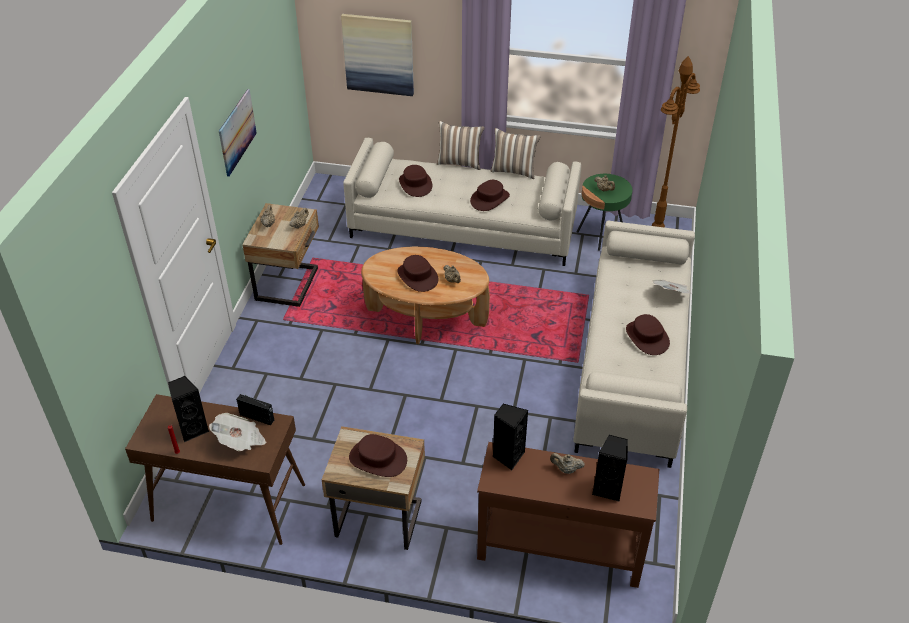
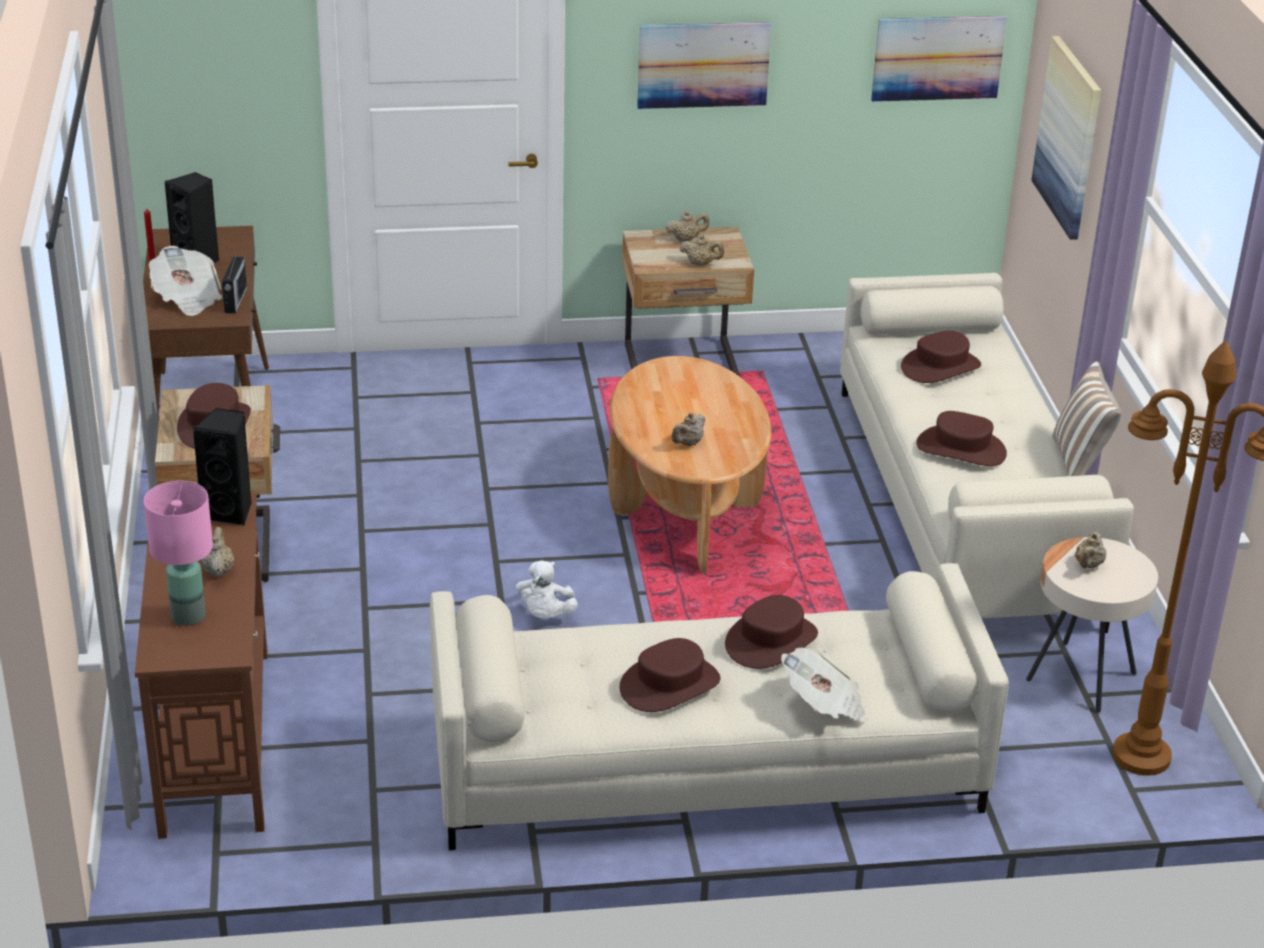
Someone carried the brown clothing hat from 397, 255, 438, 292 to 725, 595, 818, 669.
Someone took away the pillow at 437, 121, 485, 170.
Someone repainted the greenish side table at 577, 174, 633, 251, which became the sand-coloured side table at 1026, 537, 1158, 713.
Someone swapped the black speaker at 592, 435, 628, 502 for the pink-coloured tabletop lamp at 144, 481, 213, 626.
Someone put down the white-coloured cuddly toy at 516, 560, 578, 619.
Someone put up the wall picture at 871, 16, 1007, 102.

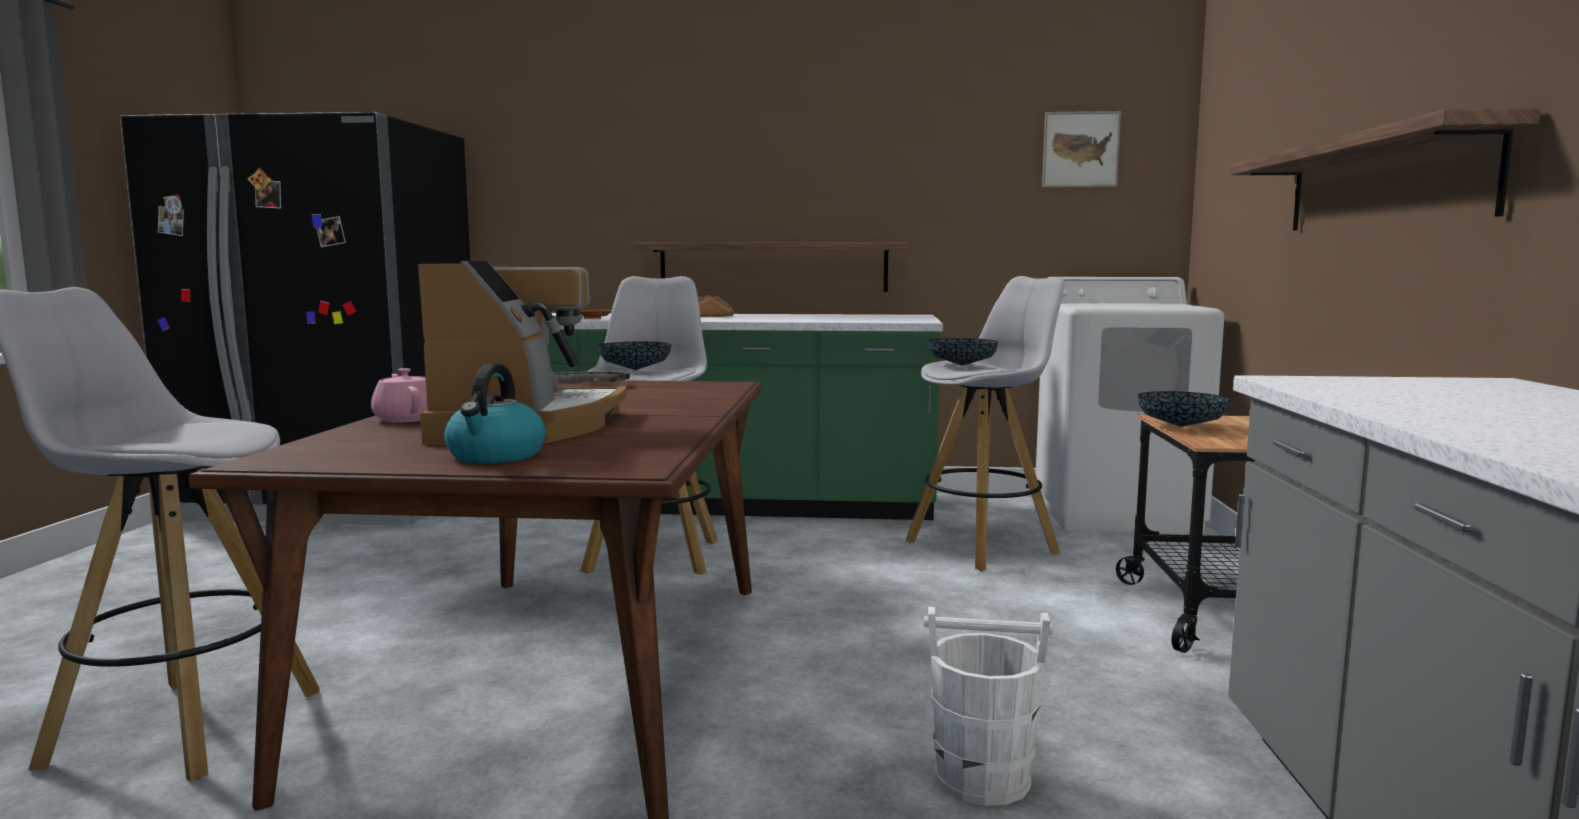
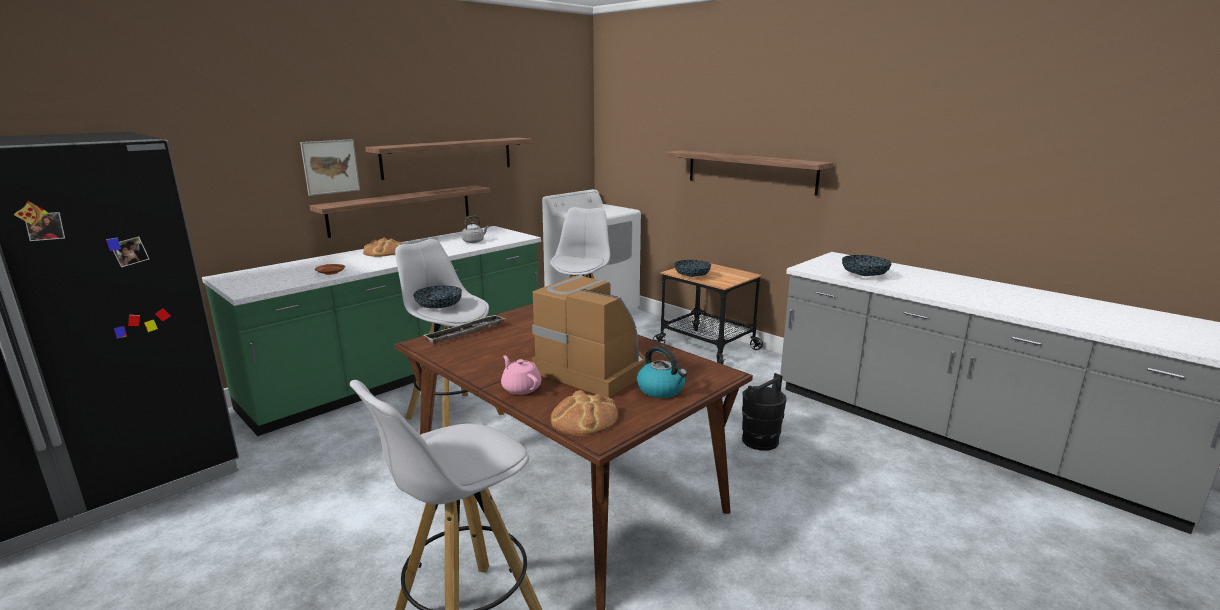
Someone rotated the pink-coloured tea pot at 371, 368, 428, 422 by 45 degrees clockwise.
Someone repainted the white-coloured bucket at 924, 606, 1053, 806, which became the black bucket at 742, 373, 787, 451.
Someone carried the bowl from 928, 338, 998, 366 to 842, 255, 891, 276.
Someone carried the wall picture from 1042, 111, 1121, 187 to 300, 139, 360, 196.
Someone put up the bracket shelf at 365, 137, 532, 180.
Someone put down the gray tea kettle at 462, 216, 489, 243.
Someone put down the baked bread at 551, 390, 618, 436.

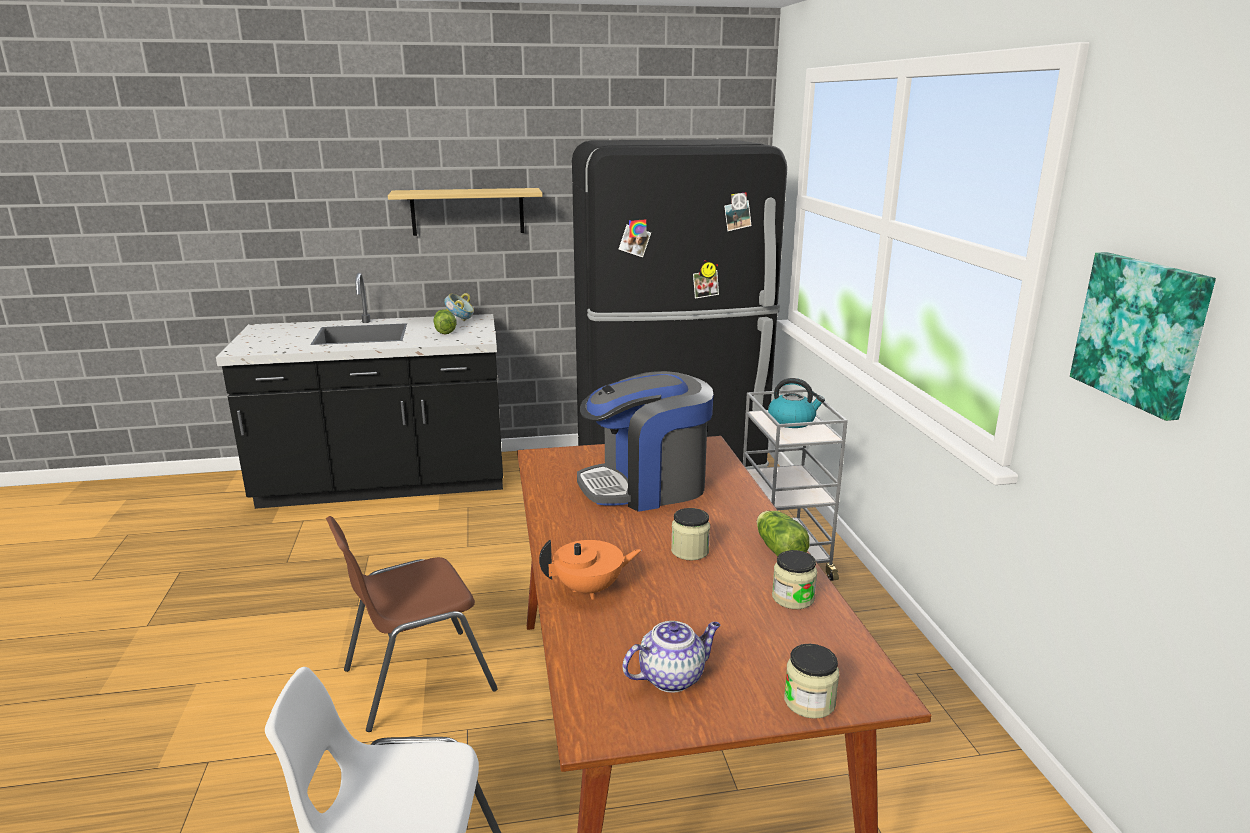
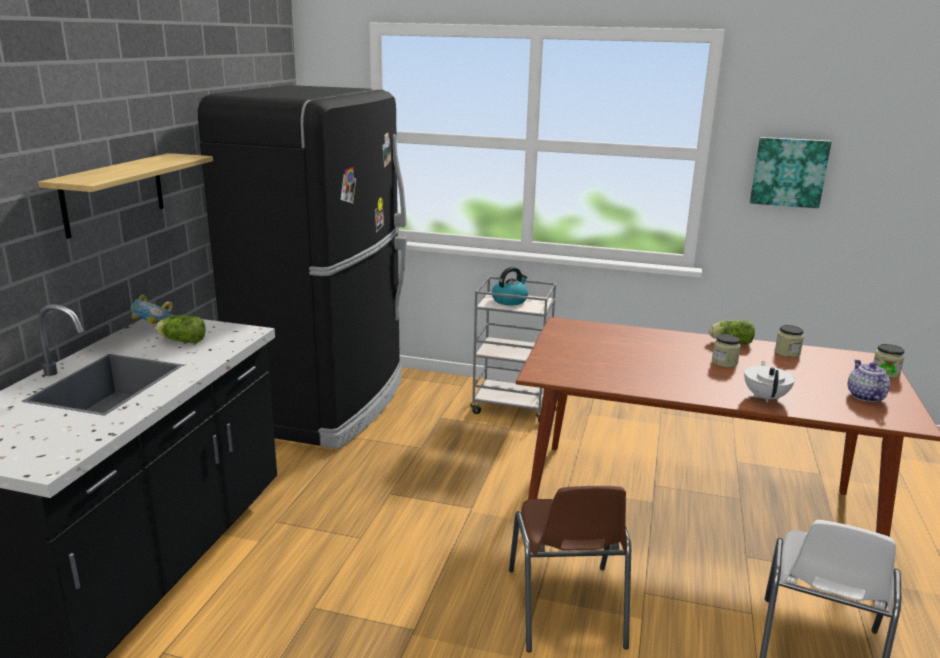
Someone repainted the orange-coloured tea pot at 539, 540, 641, 600, which became the white-coloured tea pot at 744, 361, 795, 403.
Someone took away the coffee brewer at 577, 371, 714, 512.

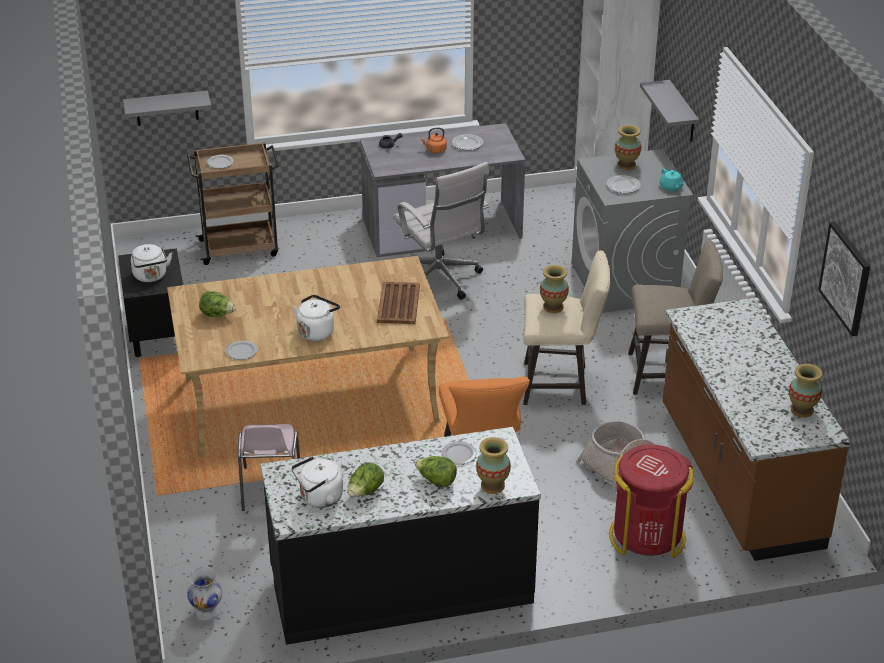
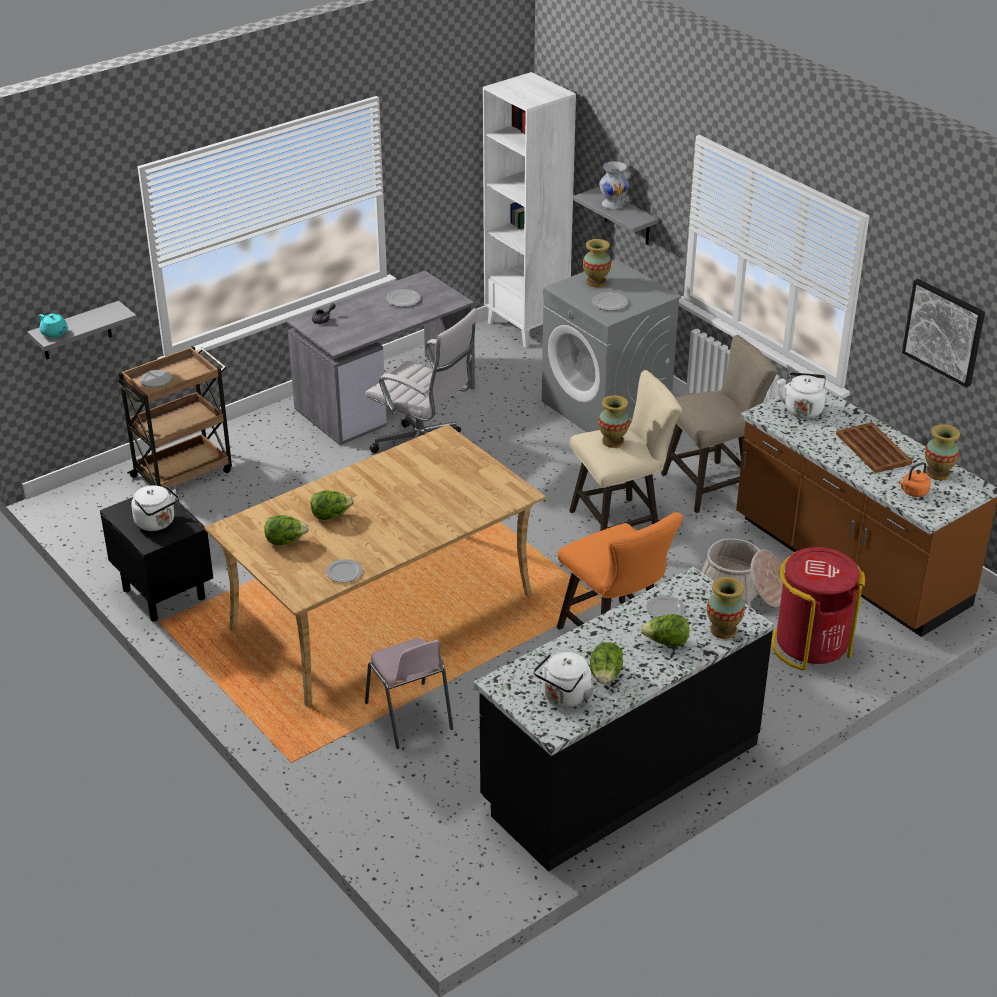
Someone carried the white-coloured decorative vase from 187, 567, 222, 621 to 599, 161, 629, 209.
Someone carried the white-coloured tea kettle from 293, 295, 340, 341 to 778, 372, 826, 419.
Someone carried the brown carrying tray from 377, 282, 420, 324 to 836, 422, 912, 473.
Someone carried the orange-coloured tea kettle from 420, 128, 447, 153 to 899, 462, 931, 497.
Someone carried the turquoise tea pot from 660, 169, 684, 191 to 39, 314, 68, 338.
Someone put down the head of lettuce at 310, 490, 354, 520.

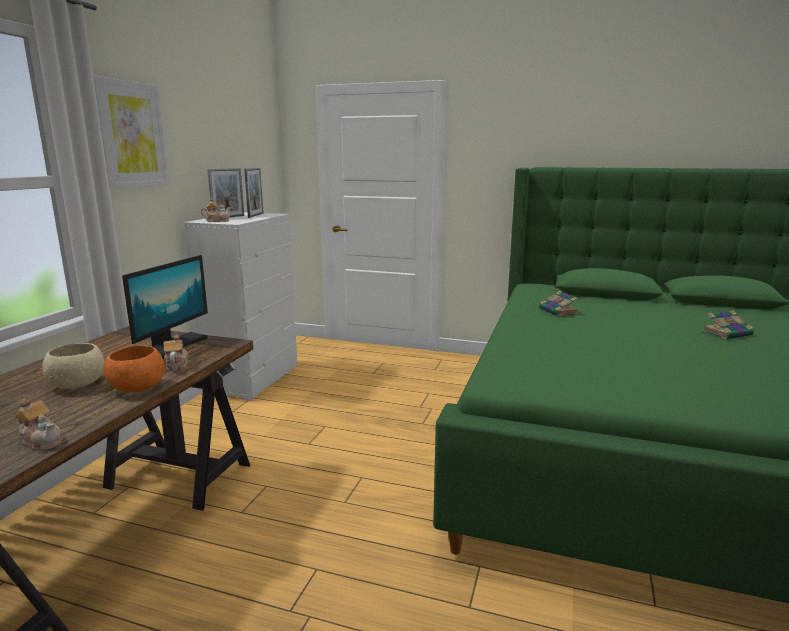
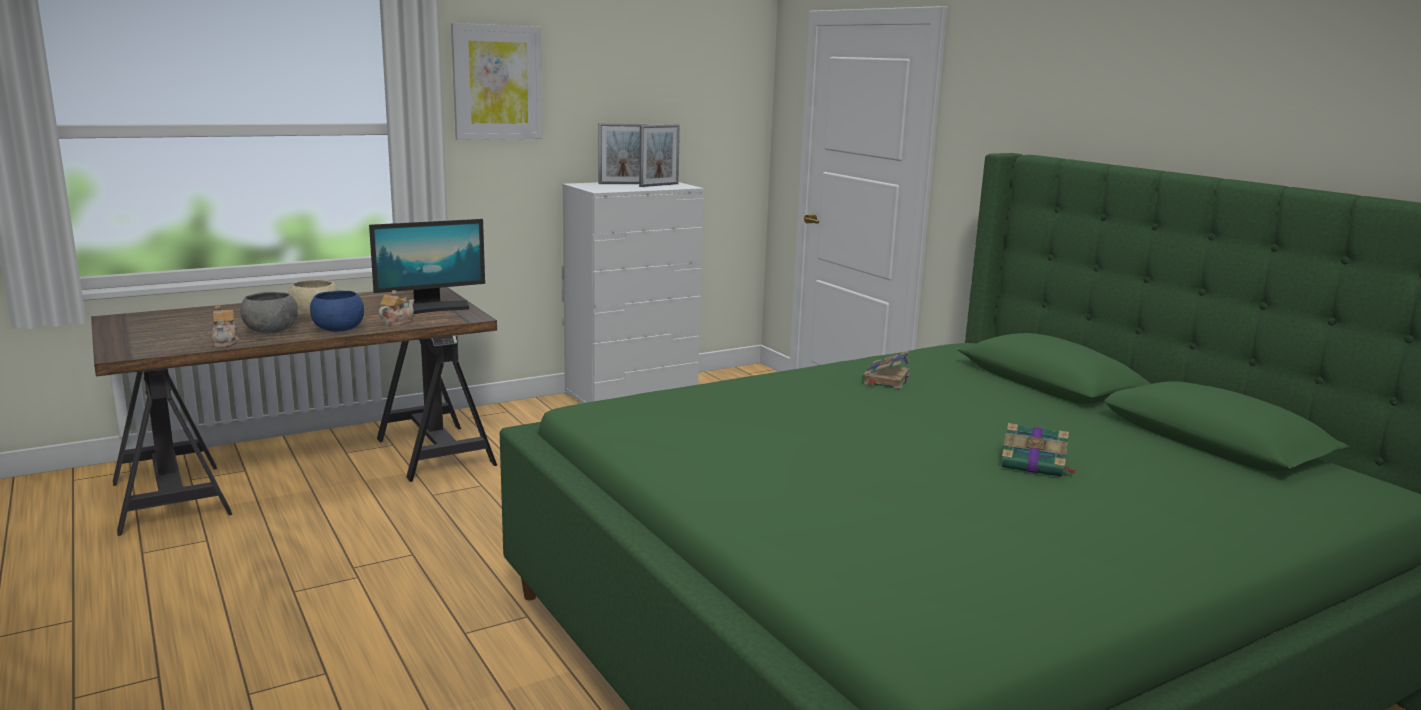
Someone repainted the orange-coloured bowl at 104, 345, 165, 392, which became the blue-coloured bowl at 310, 291, 364, 332.
Someone took away the tea pot at 201, 198, 231, 222.
Someone put down the gray bowl at 240, 292, 298, 333.

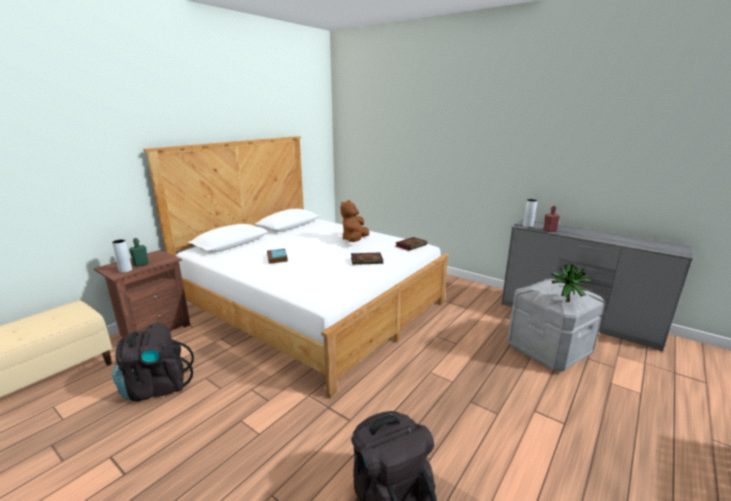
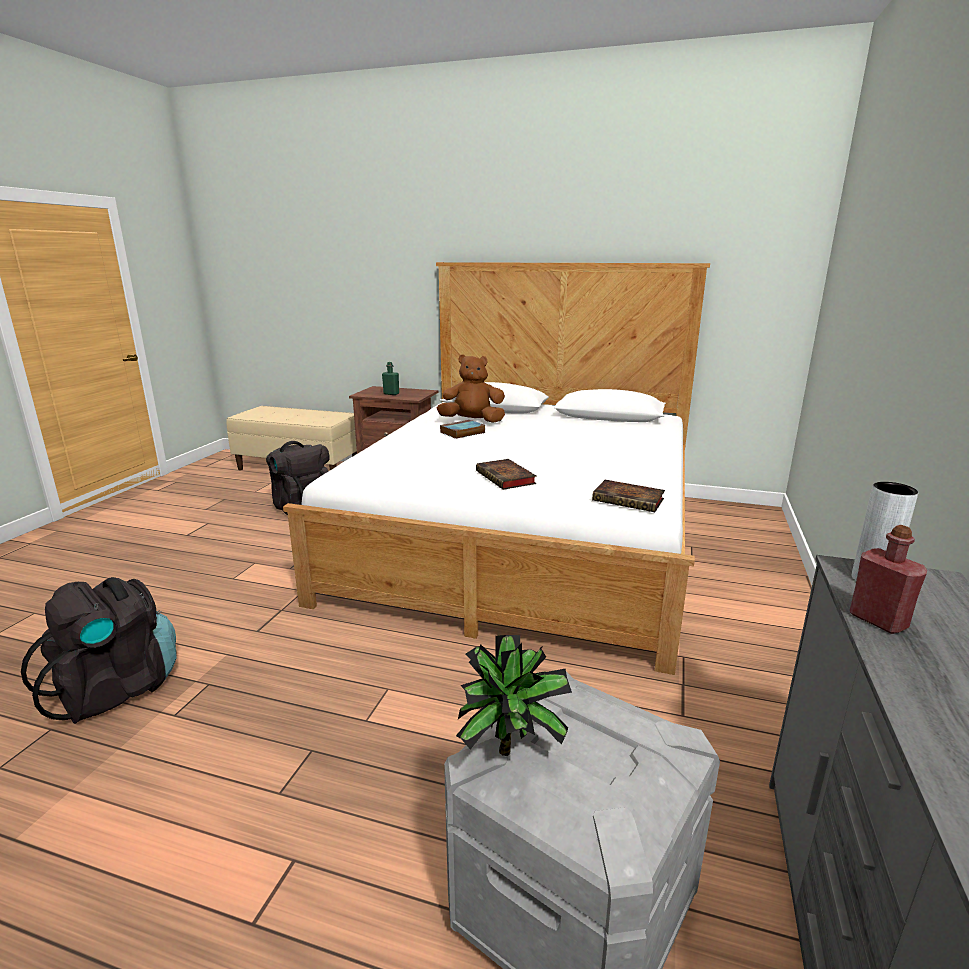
Someone took away the gray decorative vase at 112, 239, 132, 273.
Someone carried the brown cuddly toy from 340, 200, 369, 242 to 436, 354, 505, 423.

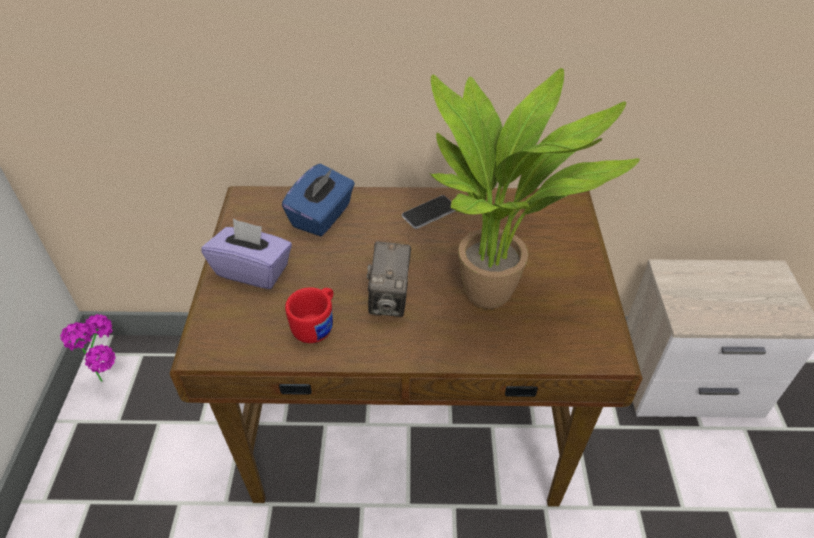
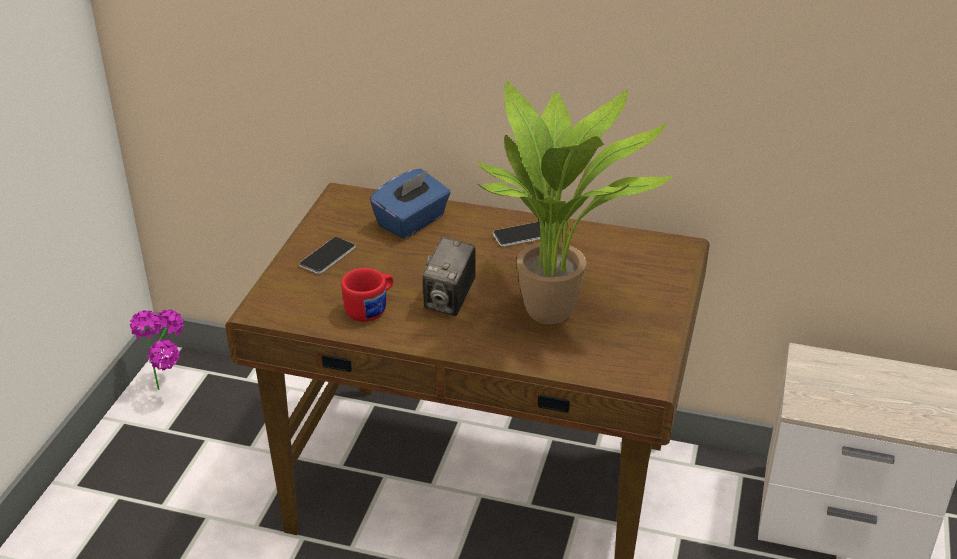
Someone swapped the purple-coloured tissue box at 201, 218, 292, 289 for the handset at 299, 237, 356, 274.

